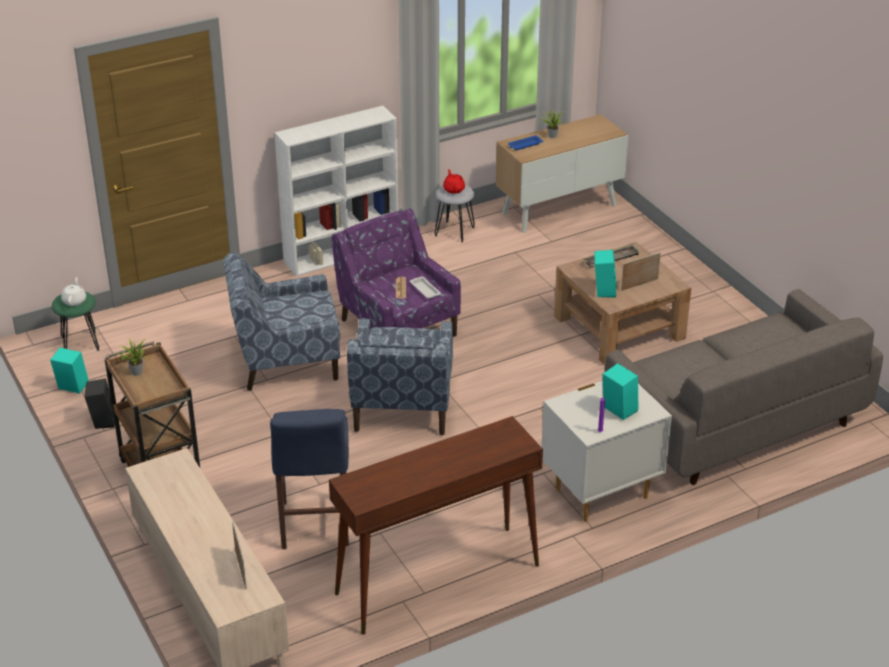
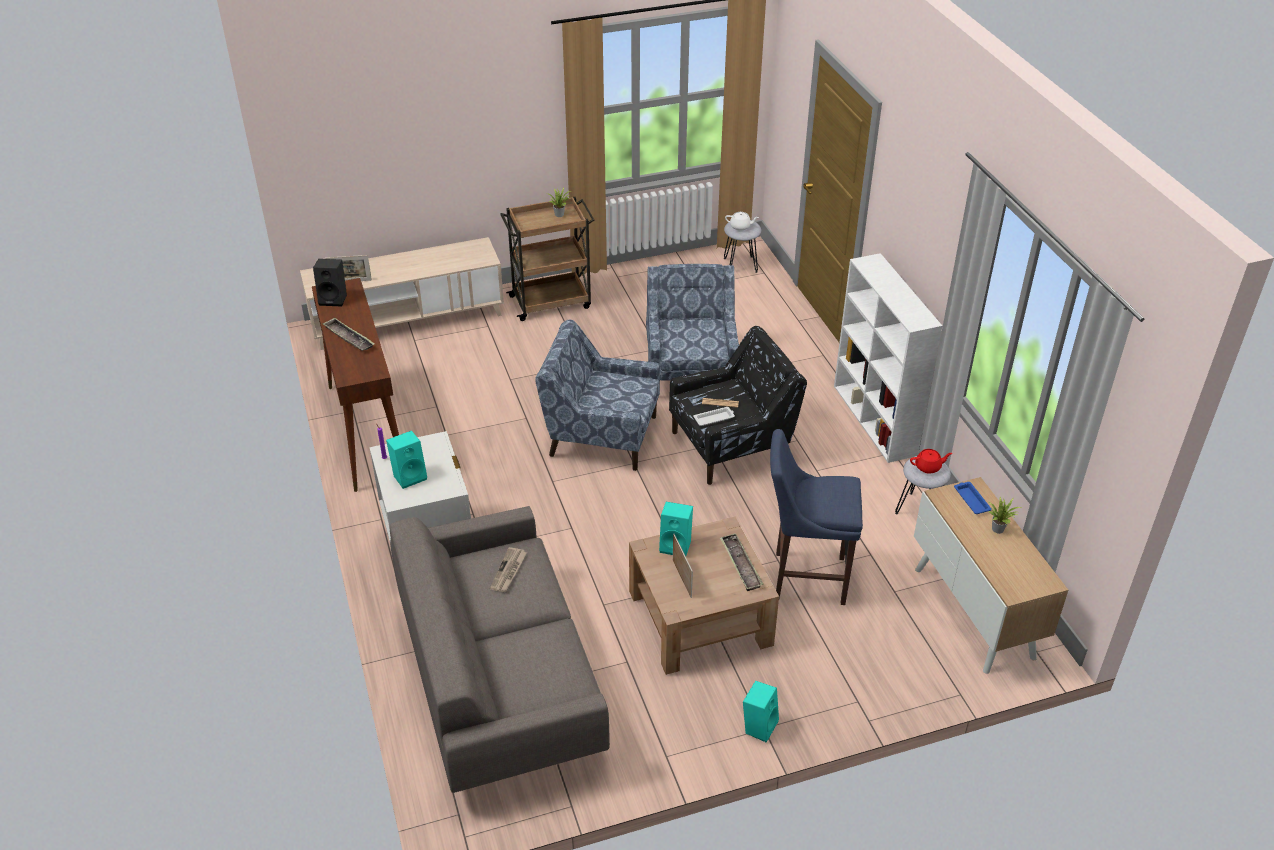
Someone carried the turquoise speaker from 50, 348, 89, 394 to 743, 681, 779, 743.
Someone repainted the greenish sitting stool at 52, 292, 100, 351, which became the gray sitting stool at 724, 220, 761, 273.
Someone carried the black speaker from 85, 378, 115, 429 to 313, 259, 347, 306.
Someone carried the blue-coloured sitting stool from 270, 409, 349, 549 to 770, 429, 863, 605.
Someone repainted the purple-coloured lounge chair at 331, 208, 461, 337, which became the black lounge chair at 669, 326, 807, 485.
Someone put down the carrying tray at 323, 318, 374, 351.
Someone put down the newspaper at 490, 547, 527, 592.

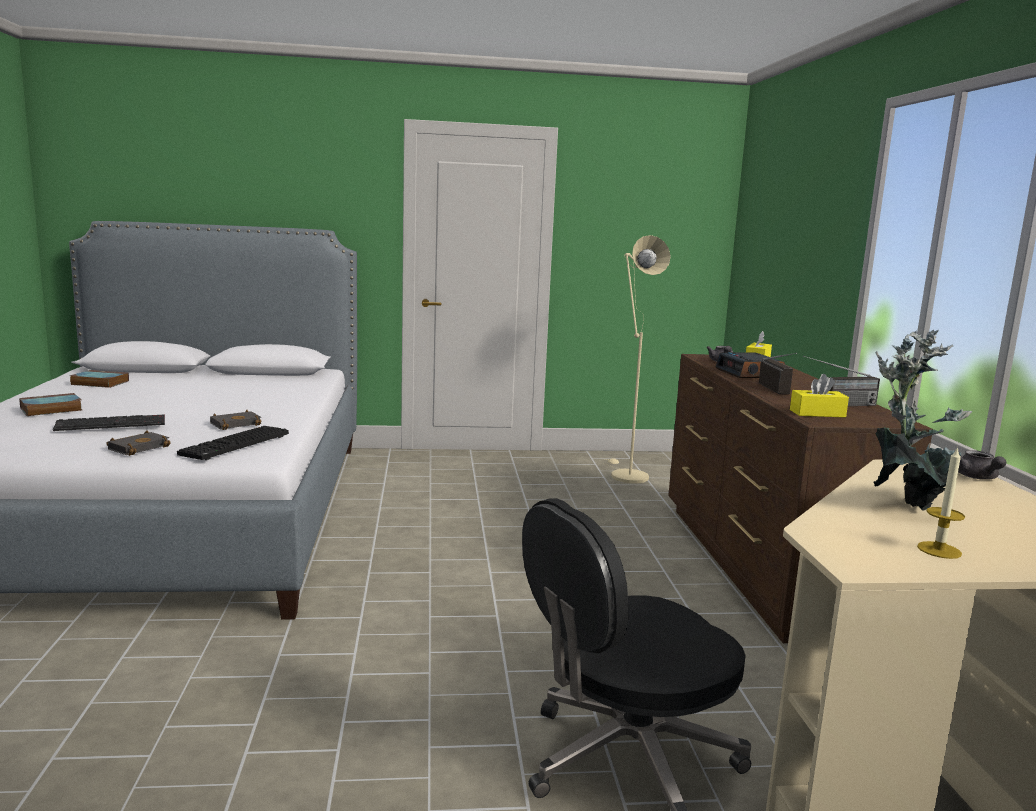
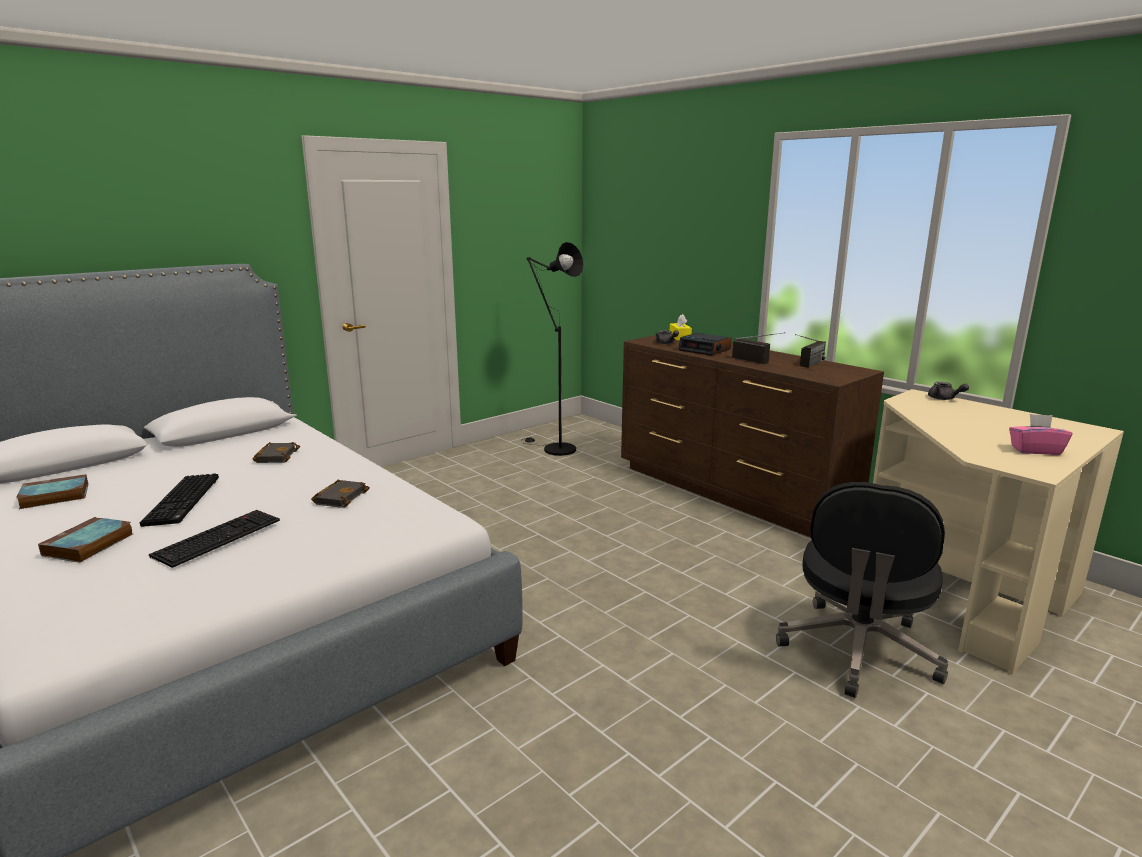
Someone carried the black volume from 106, 431, 171, 456 to 252, 442, 300, 463.
Someone carried the computer keyboard from 177, 426, 289, 460 to 140, 473, 219, 527.
Someone repainted the sand-coloured standing lamp at 603, 235, 671, 483, which became the black standing lamp at 521, 242, 583, 456.
Someone took away the yellowish tissue box at 790, 374, 849, 417.
Someone took away the plant in a pot at 873, 330, 973, 511.
Someone swapped the candle at 917, 446, 965, 559 for the pink-coloured tissue box at 1009, 414, 1073, 455.

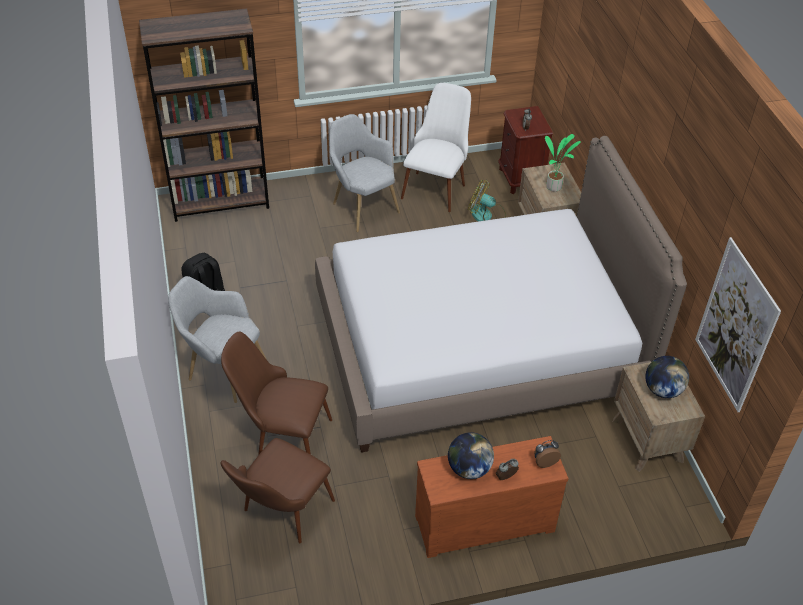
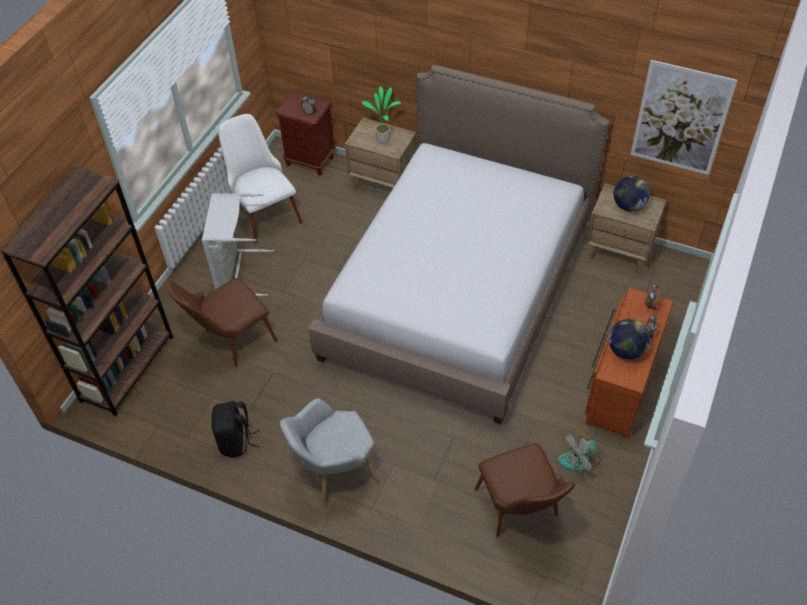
Someone carried the brown plain chair from 221, 332, 332, 455 to 166, 278, 278, 367.
Someone swapped the gray lounge chair at 329, 114, 400, 232 for the gray hamper at 202, 193, 275, 296.
Someone carried the fan from 468, 179, 506, 221 to 558, 430, 604, 474.

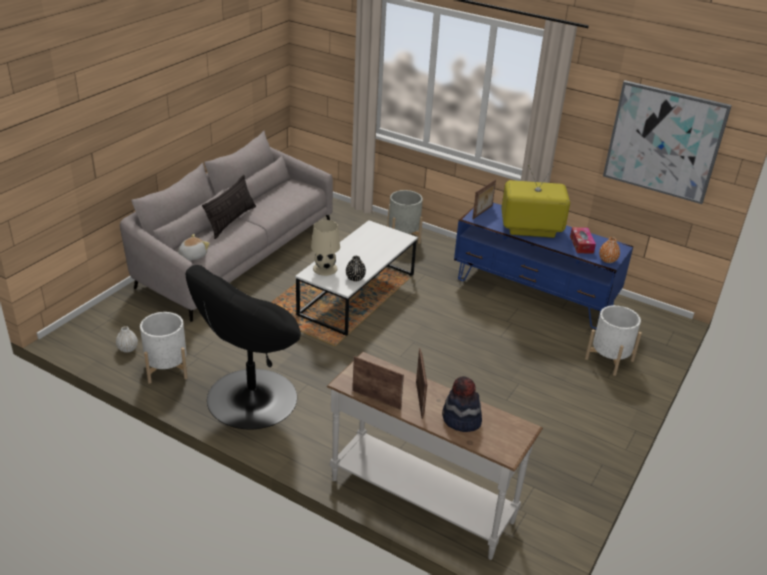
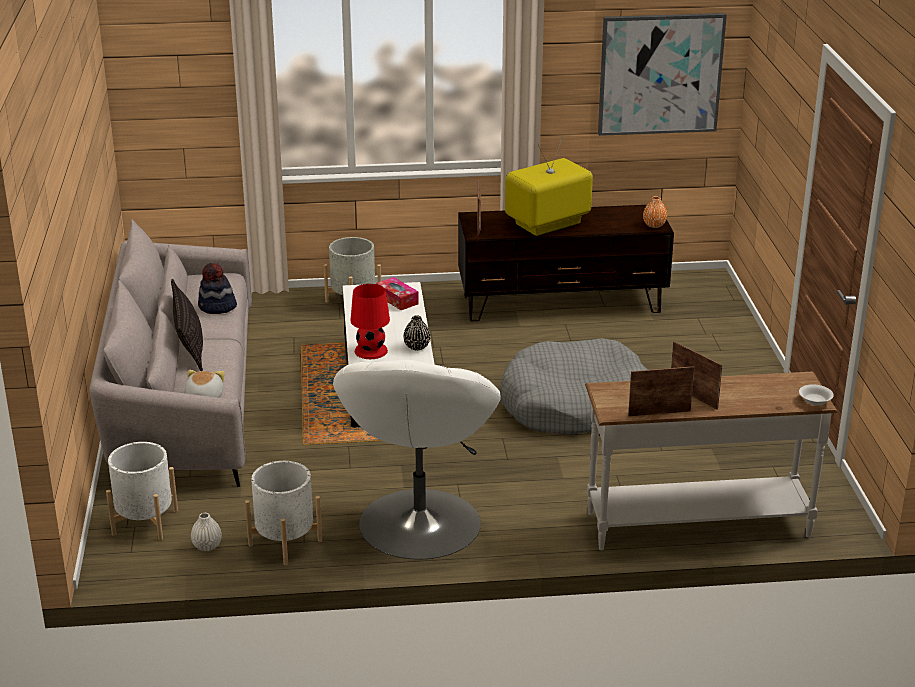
Someone repainted the black lounge chair at 186, 265, 301, 429, which became the white-coloured lounge chair at 333, 360, 501, 560.
Someone repainted the sand-coloured tabletop lamp at 311, 220, 340, 276, which became the reddish tabletop lamp at 350, 284, 390, 359.
Someone carried the clothing hat from 442, 376, 482, 432 to 198, 263, 237, 314.
Someone repainted the blue-coloured media console at 454, 203, 634, 329, which became the brown media console at 458, 205, 674, 321.
Someone carried the tissue box from 570, 227, 596, 254 to 376, 277, 419, 310.
Someone carried the white-coloured flower pot from 585, 305, 642, 376 to 106, 442, 178, 540.
Someone put down the gray dog cushion at 500, 338, 648, 435.
Someone put down the white-coloured bowl at 799, 384, 834, 405.

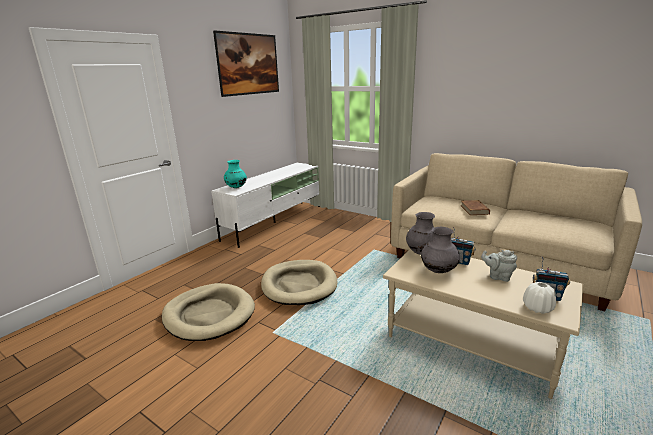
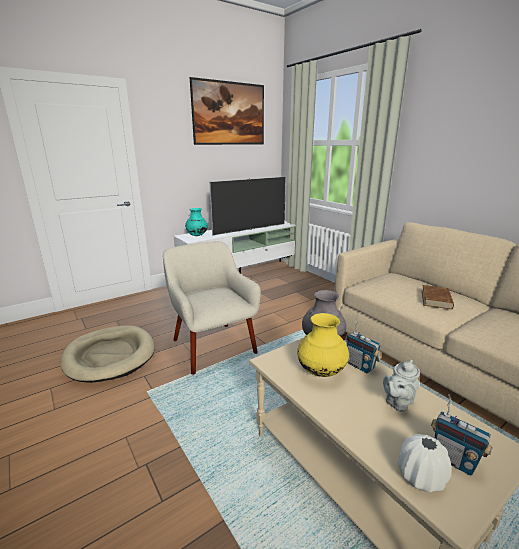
Someone swapped the sand-coloured dog cushion at 261, 260, 337, 305 for the sand-coloured lounge chair at 163, 241, 261, 375.
Someone repainted the gray decorative vase at 421, 227, 460, 273, which became the yellowish decorative vase at 297, 313, 349, 377.
Someone rotated the gray tea pot at 481, 250, 517, 282 by 90 degrees counterclockwise.
Someone put down the TV set at 209, 177, 286, 235.

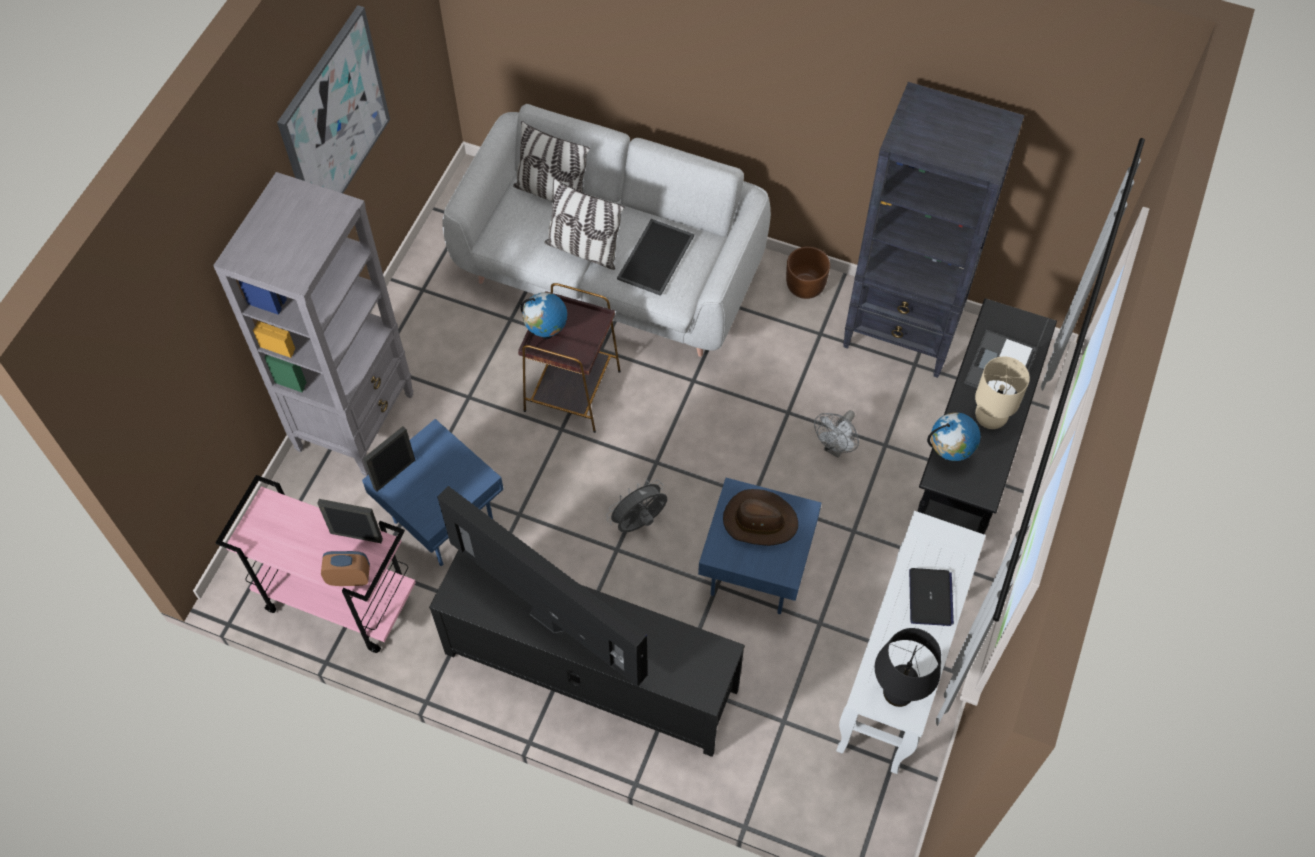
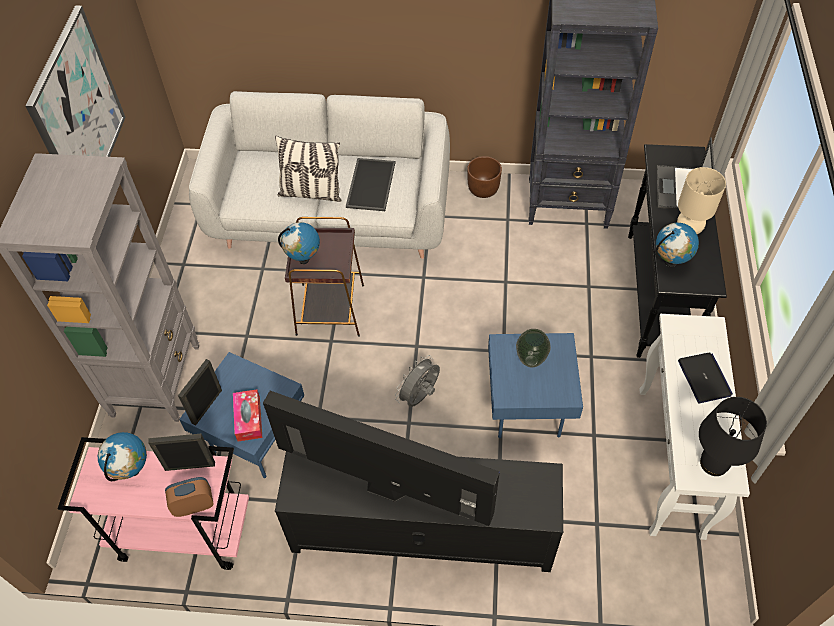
Someone took away the pillow at 513, 121, 590, 202.
Someone swapped the brown clothing hat at 723, 489, 798, 546 for the decorative vase at 516, 329, 551, 367.
Someone took away the gray fan at 814, 410, 859, 458.
Someone put down the desk globe at 98, 432, 147, 481.
Someone put down the tissue box at 233, 389, 262, 441.

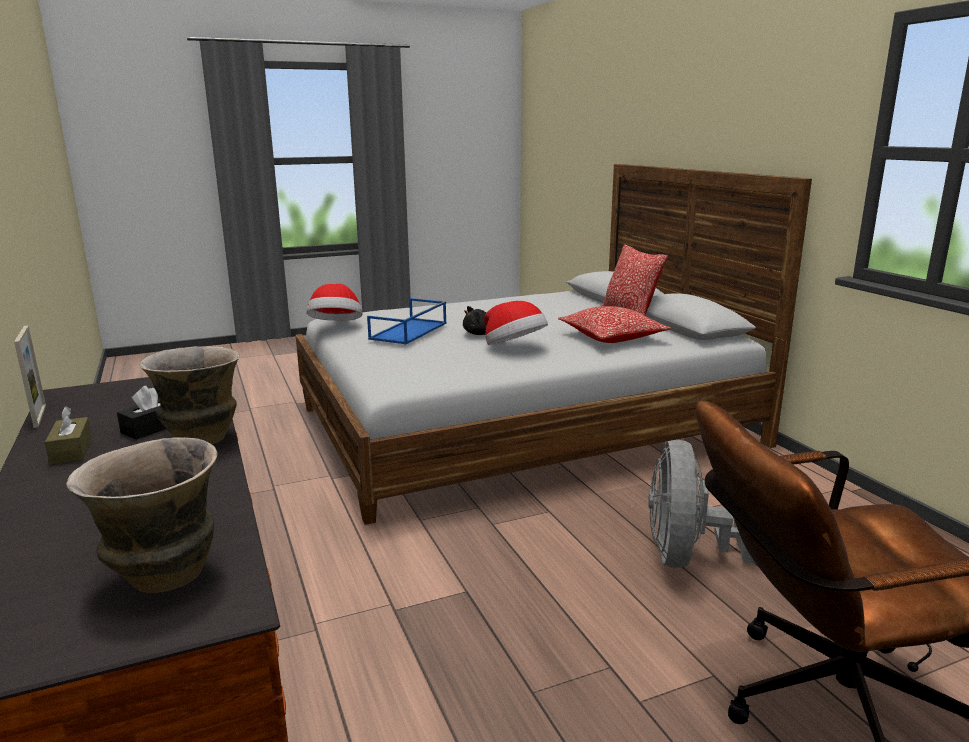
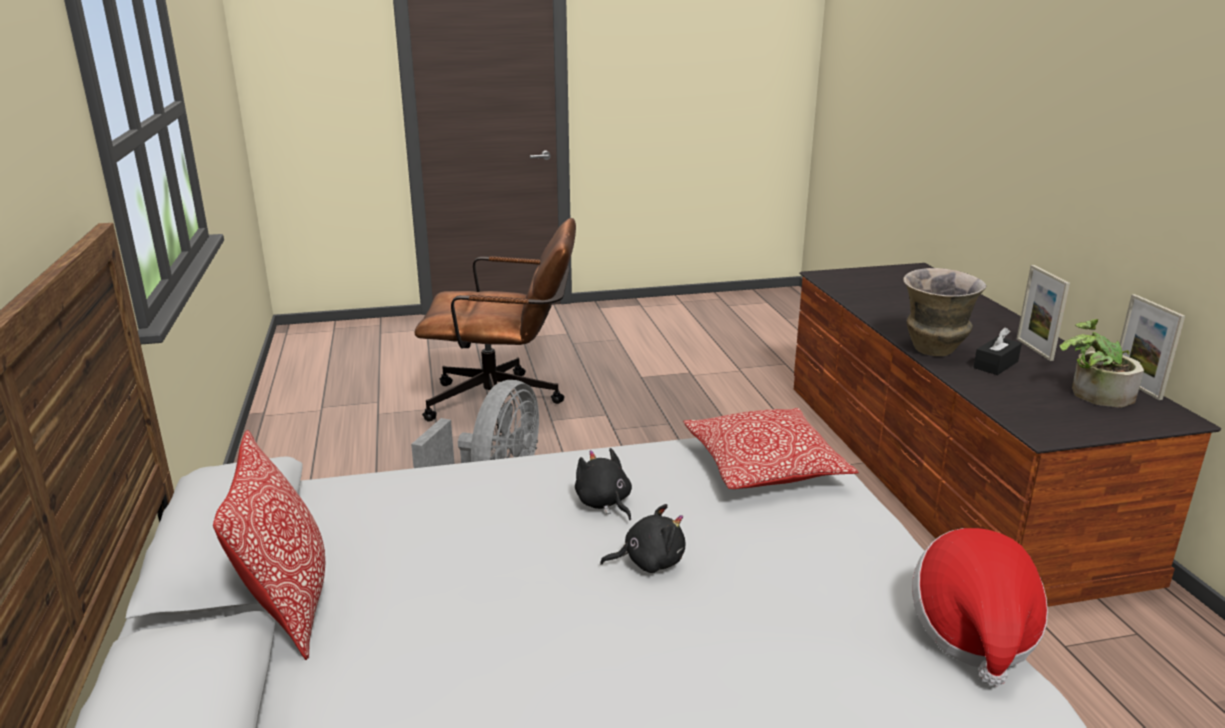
Someone swapped the brown tissue box at 45, 406, 92, 465 for the standing frame at 1017, 265, 1070, 361.
Someone took away the decorative vase at 66, 437, 218, 593.
Someone took away the blue-coloured carrying tray at 367, 298, 447, 344.
Someone swapped the clothing hat at 484, 301, 548, 345 for the black cuddly toy at 575, 448, 632, 520.
Someone carried the pillow from 558, 306, 671, 343 to 683, 408, 859, 489.
Someone put down the plant in a pot at 1060, 319, 1144, 408.

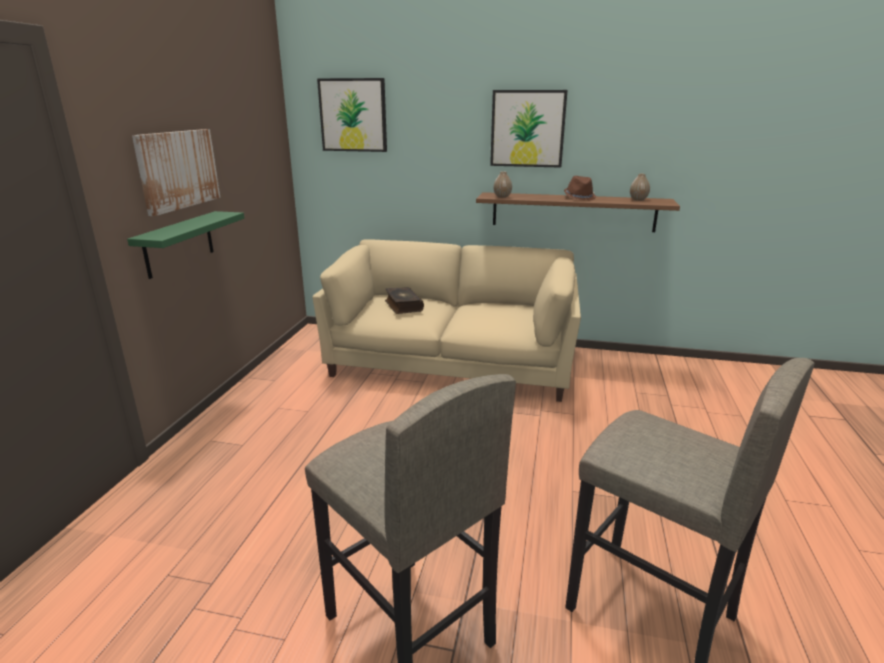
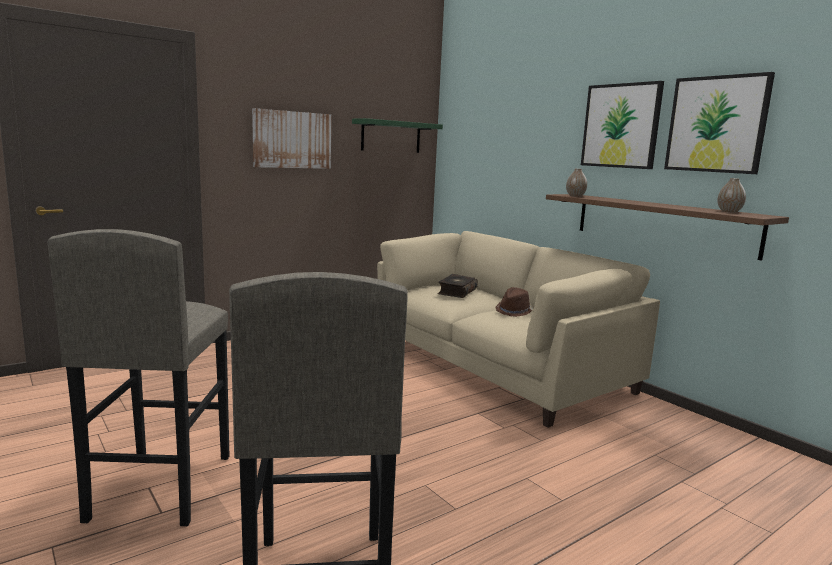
Someone carried the greenish bracket shelf from 127, 211, 244, 279 to 352, 118, 443, 153.
Someone carried the wall picture from 317, 78, 387, 152 to 664, 72, 775, 174.
Someone carried the brown clothing hat from 564, 176, 596, 200 to 495, 287, 534, 317.

